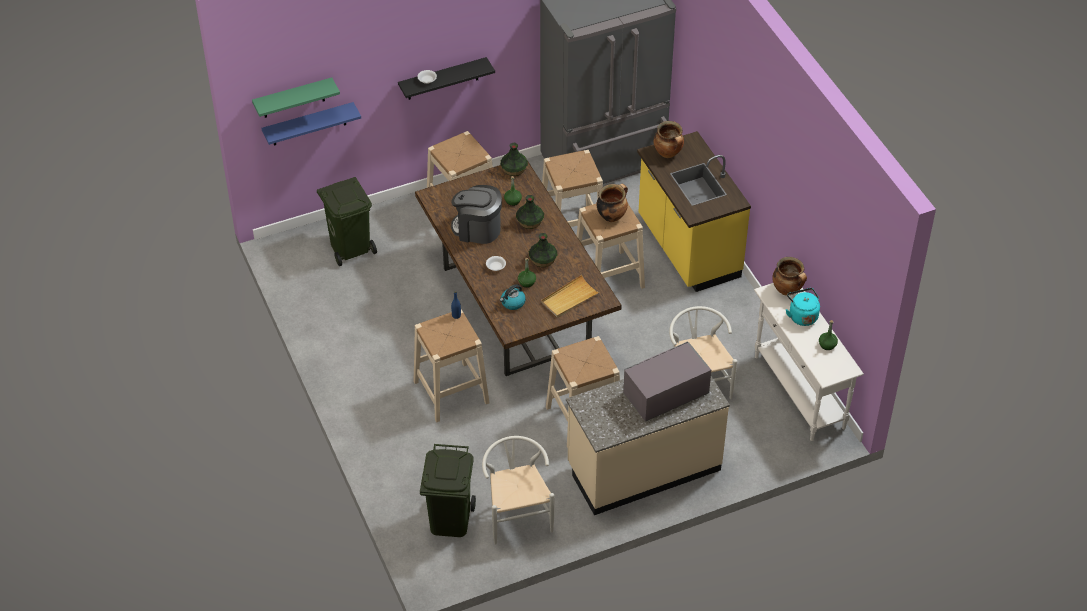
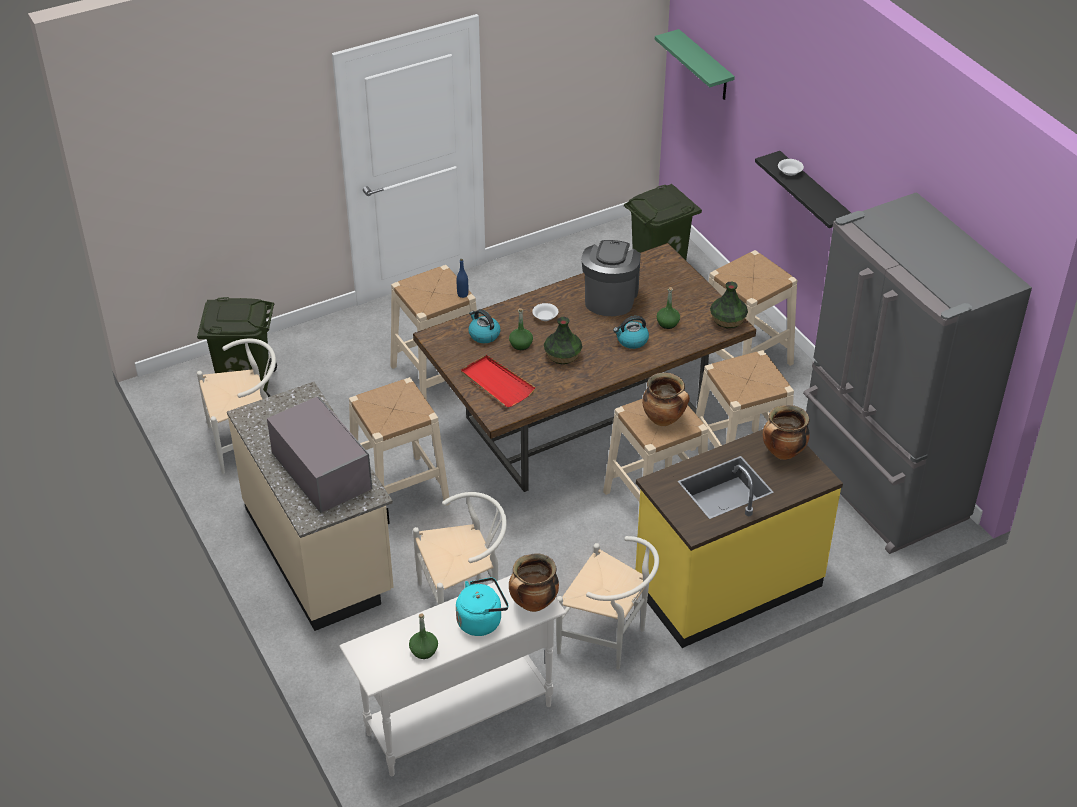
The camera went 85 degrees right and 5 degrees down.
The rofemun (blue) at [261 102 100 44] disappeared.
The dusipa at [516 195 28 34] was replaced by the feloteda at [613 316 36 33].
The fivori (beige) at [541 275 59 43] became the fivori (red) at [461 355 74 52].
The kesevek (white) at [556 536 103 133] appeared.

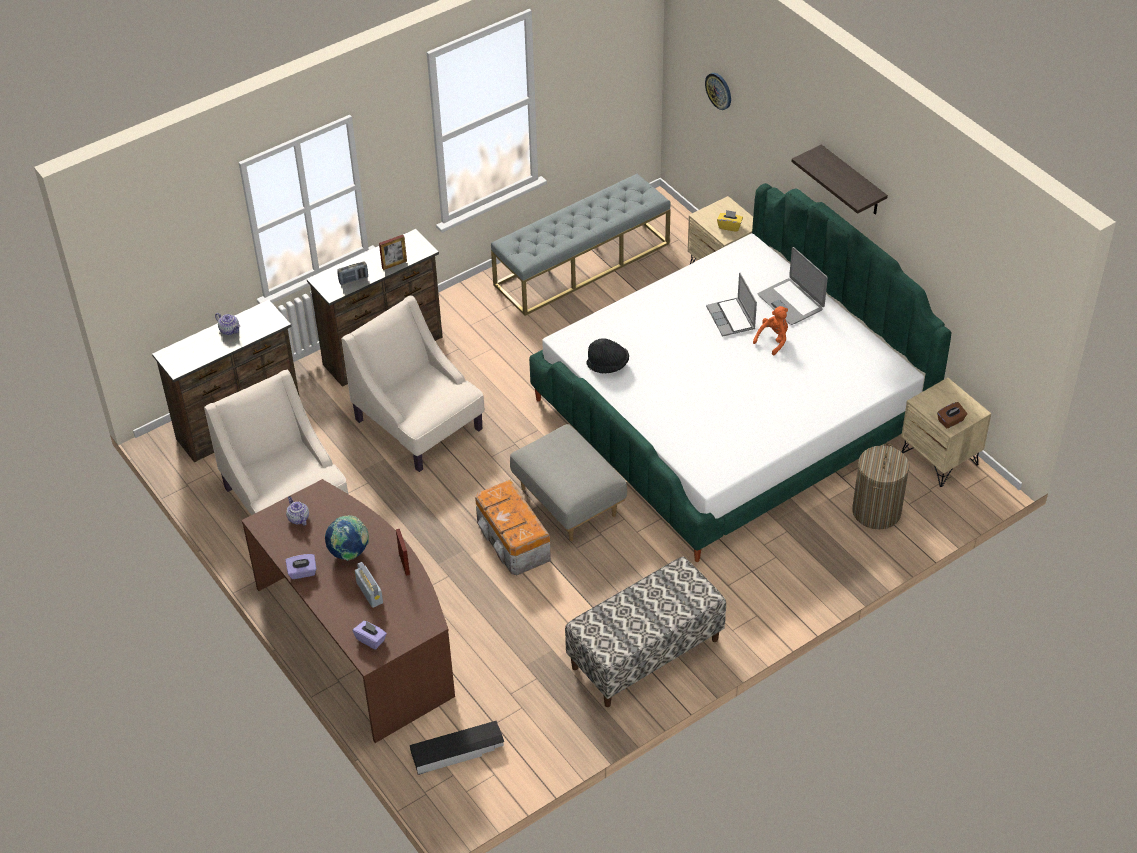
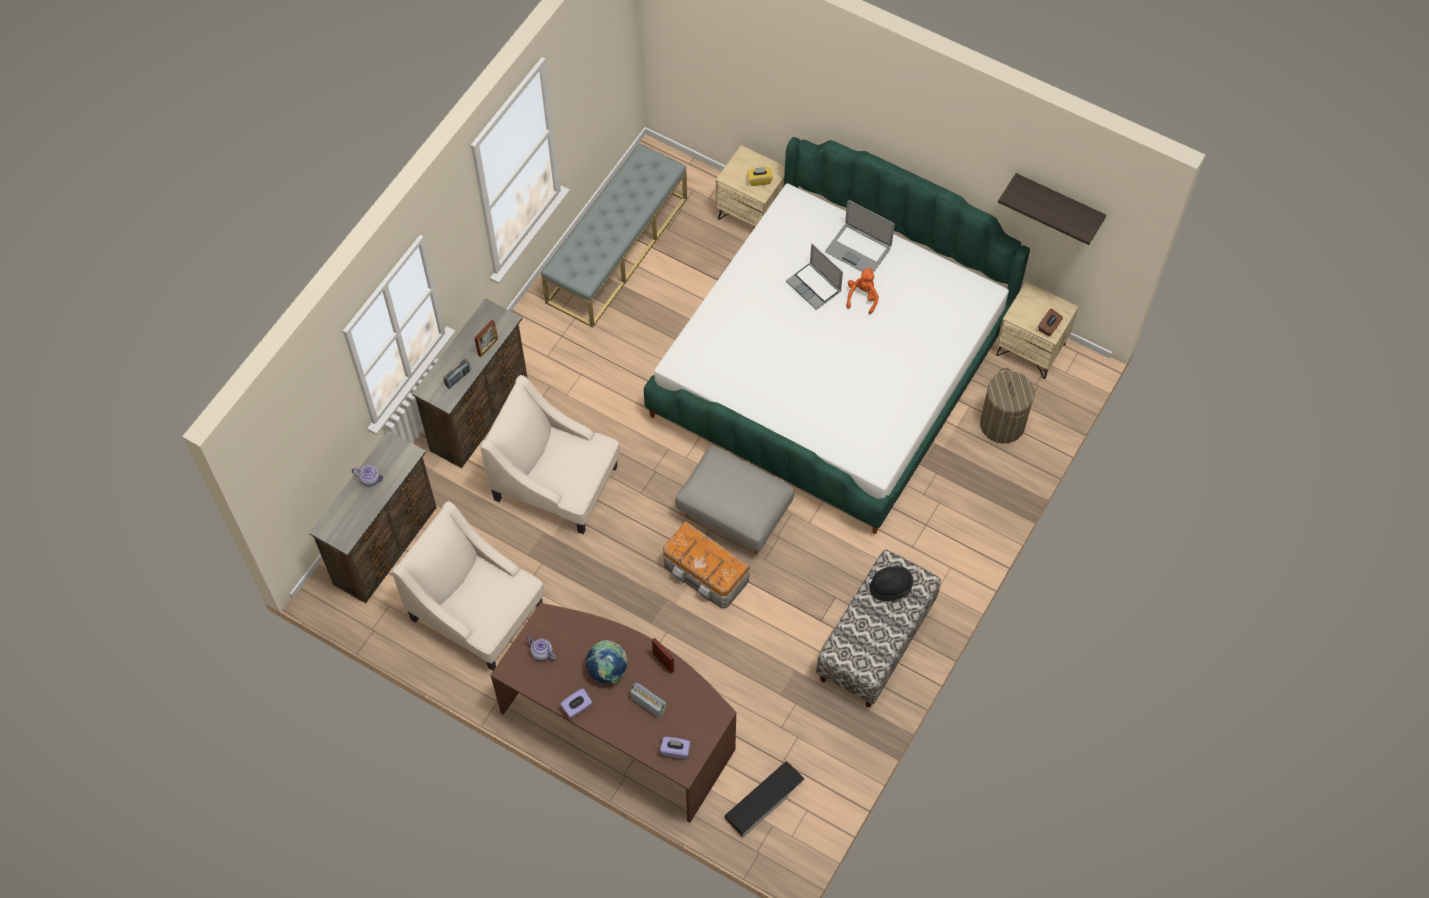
The camera went 25 degrees left and 15 degrees up.
The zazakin at [705 73 26 37] disappeared.
The rofemun moved from [792 144 96 71] to [998 173 108 72].
The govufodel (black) moved from [587 339 42 34] to [869 566 45 36].

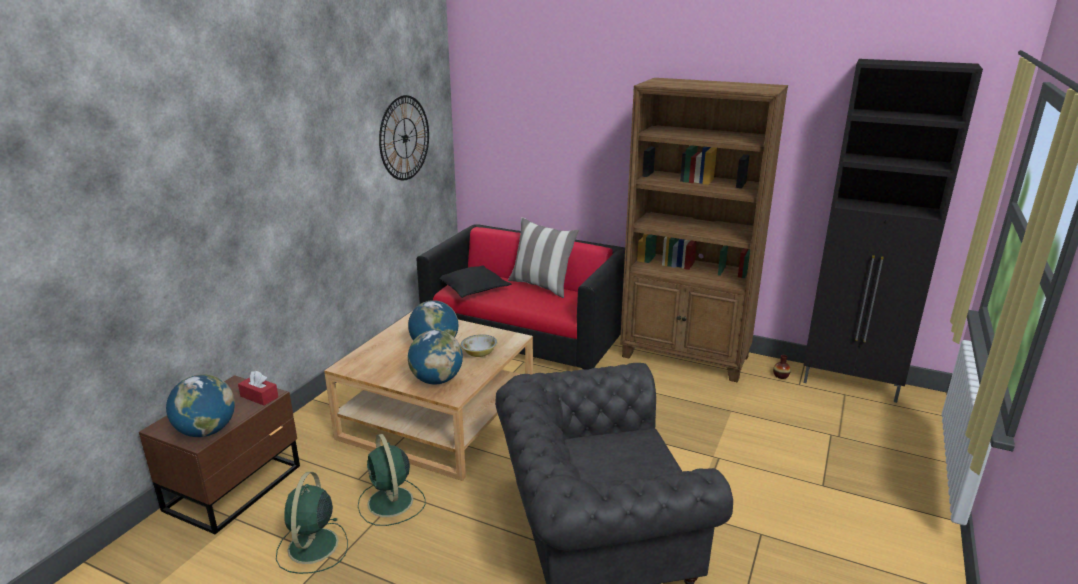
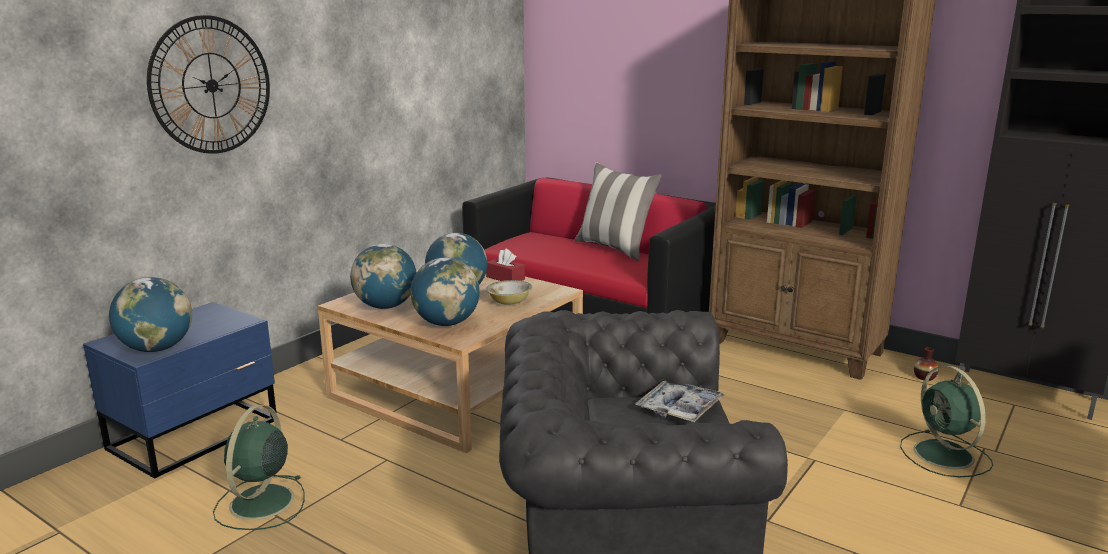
The camera went 10 degrees right and 5 degrees down.
The zazakin moved from [379 95 50 85] to [147 15 123 139].
The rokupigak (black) at [440 265 71 33] disappeared.
The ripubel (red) moved from [238 371 40 35] to [486 249 39 32].
The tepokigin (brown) at [139 375 161 159] became the tepokigin (blue) at [83 302 193 177].
The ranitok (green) moved from [358 434 68 92] to [900 366 93 112].
The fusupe at [350 244 66 65] appeared.
The fivori at [635 381 90 41] appeared.

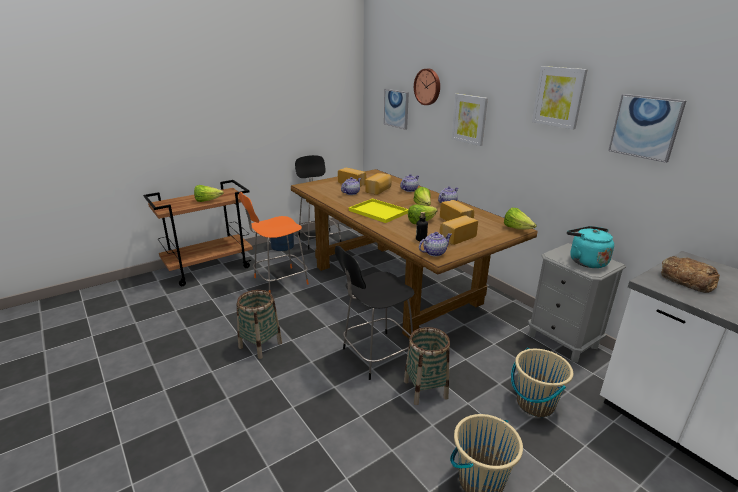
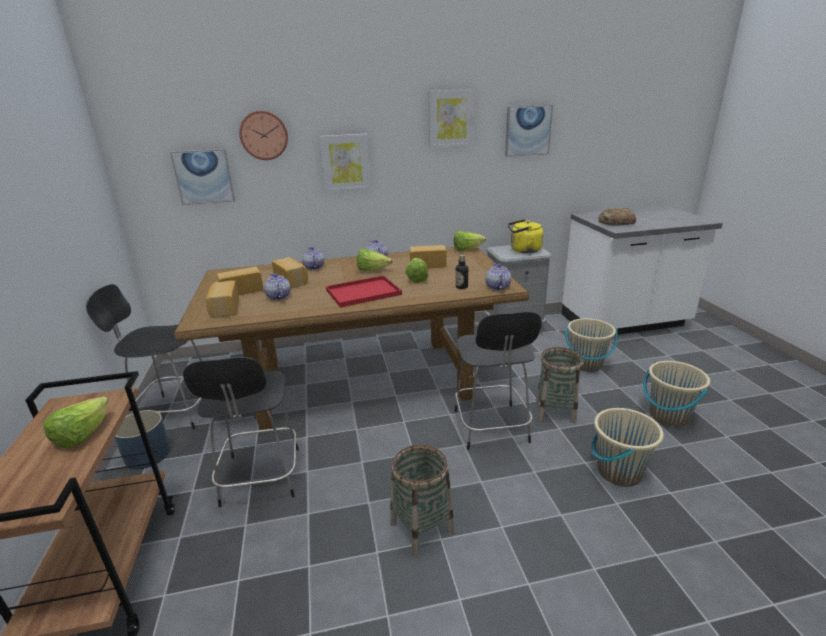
The camera went 65 degrees left and 0 degrees up.
The kesevek (orange) at [239 192 70 101] became the kesevek (black) at [183 357 116 151].
The fivori (yellow) at [349 198 60 25] became the fivori (red) at [326 275 76 33].
The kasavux moved from [440 216 38 29] to [206 281 33 37].
The feloteda (turquoise) at [567 226 47 42] became the feloteda (yellow) at [508 219 35 34].
The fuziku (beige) at [591 408 73 79] appeared.

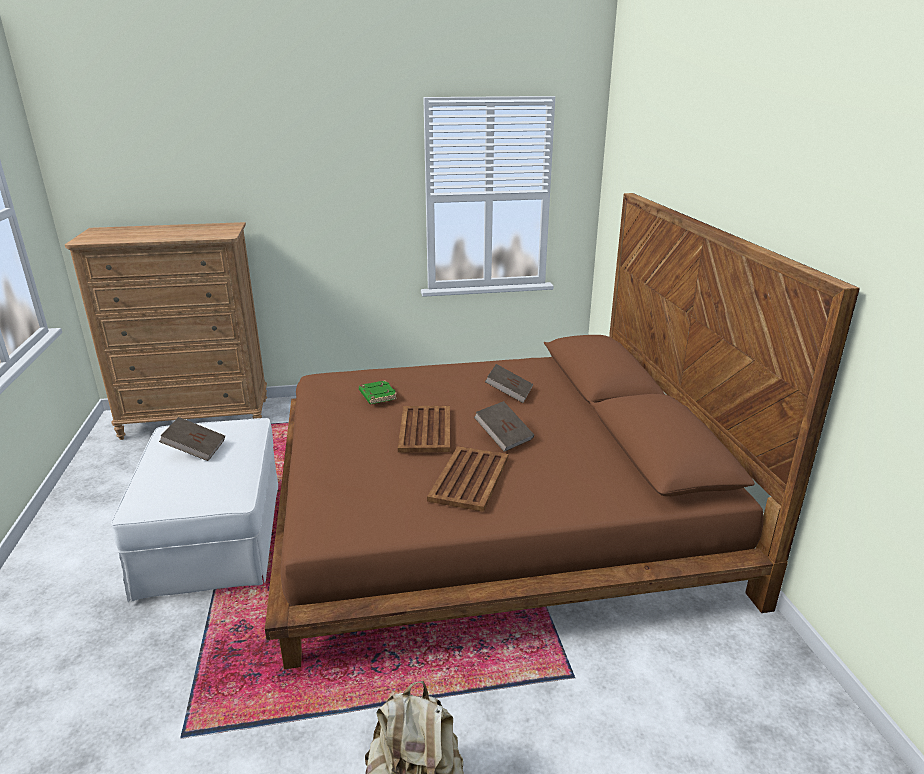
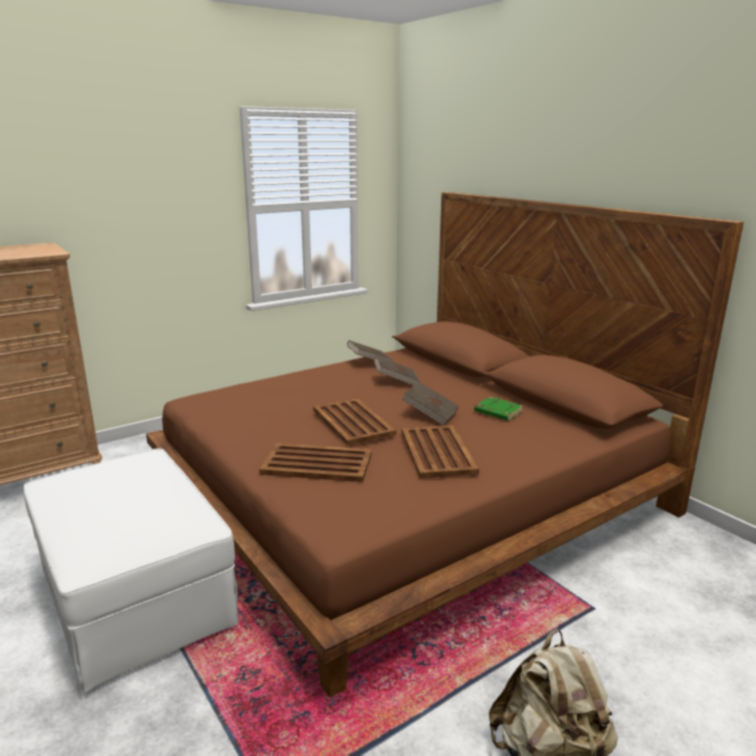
The camera went 25 degrees left and 5 degrees down.
The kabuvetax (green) moved from [359 380 38 24] to [474 397 49 24].
The kabuvetax (brown) moved from [159 417 66 44] to [347 340 46 21].
The fivori (brown) at [259 443 113 39] appeared.

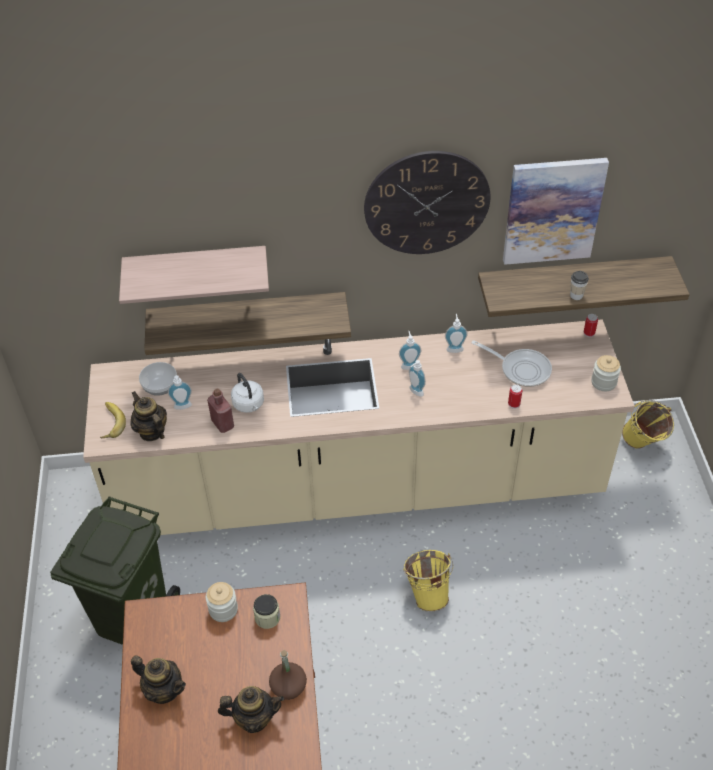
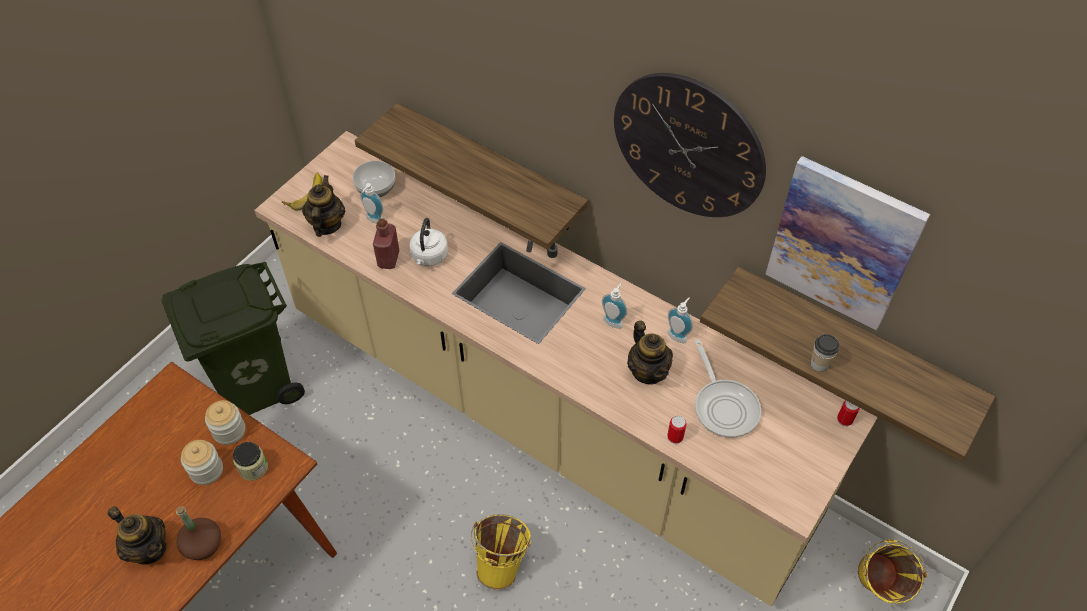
The camera went 40 degrees right and 5 degrees up.
The rofemun at [119 246 150 58] disappeared.
The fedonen moved from [591 355 30 36] to [181 440 42 45].
The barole at [409 360 17 37] disappeared.
The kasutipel moved from [131 655 55 49] to [627 321 46 64].

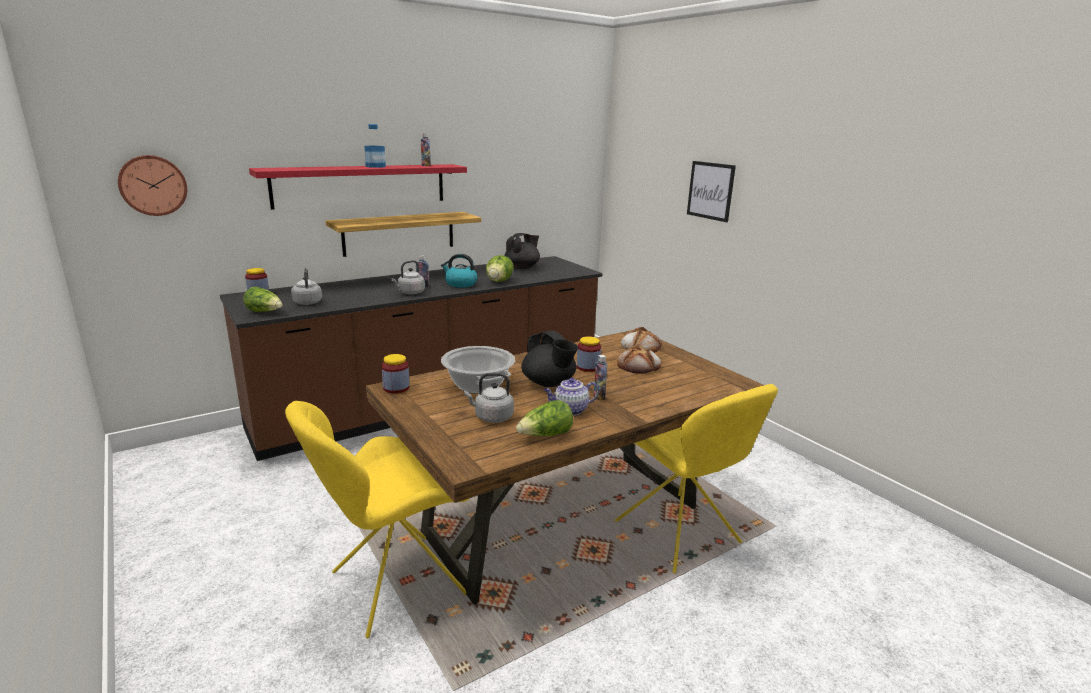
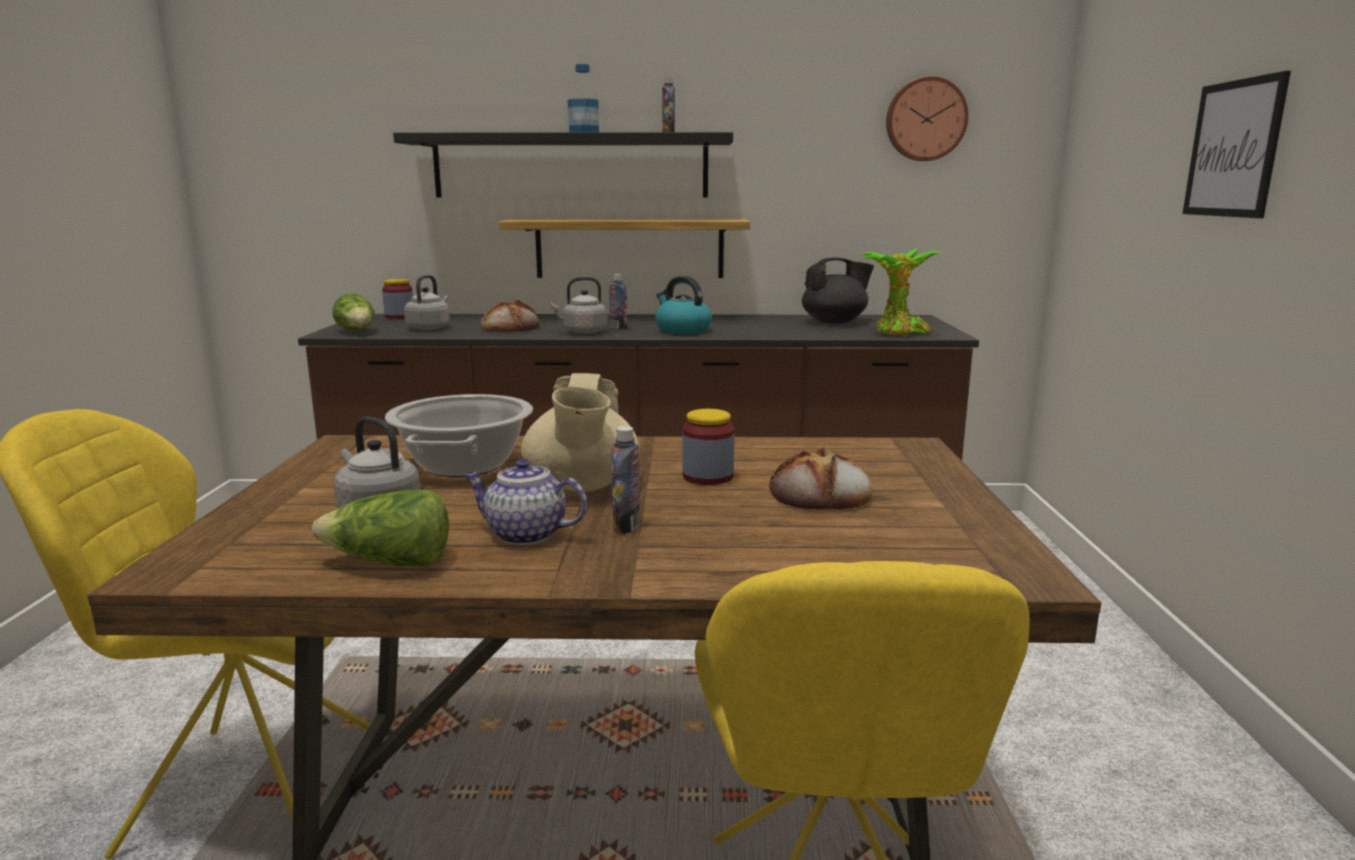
The camera went 35 degrees right and 5 degrees down.
The zazakin moved from [118 155 69 61] to [886 76 83 85].
The rofemun (red) at [249 164 218 46] became the rofemun (black) at [393 132 340 65].
The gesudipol at [486 255 28 27] disappeared.
The kasavux moved from [621 327 41 26] to [481 300 58 32].
The kasutipel (black) at [521 331 57 56] became the kasutipel (beige) at [521 373 118 119].
The fedonen at [382 354 27 39] disappeared.
The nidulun at [861 248 79 89] appeared.

